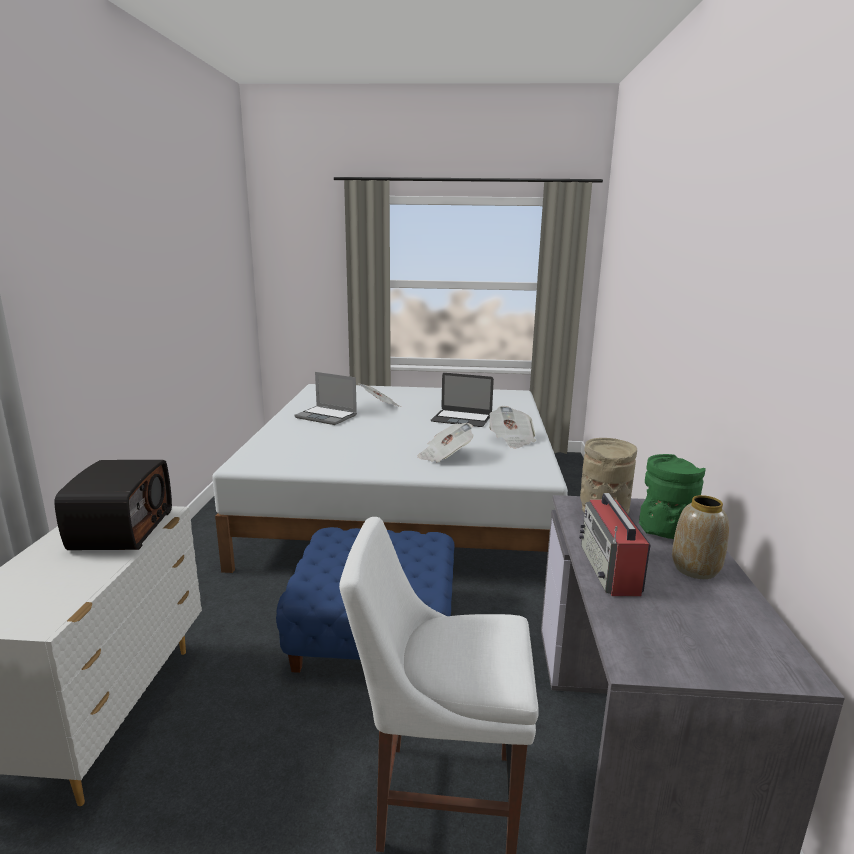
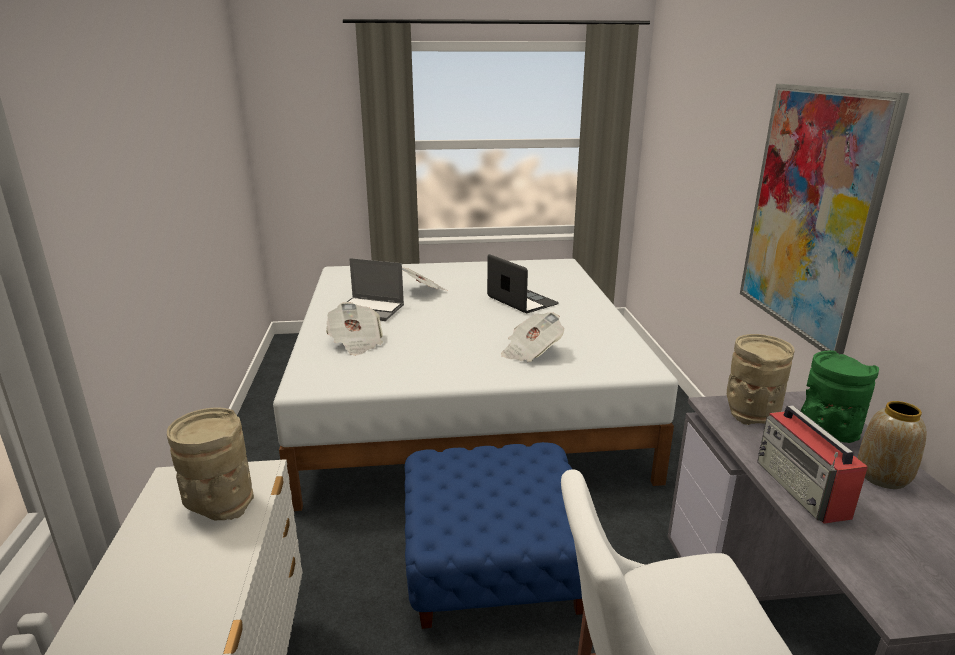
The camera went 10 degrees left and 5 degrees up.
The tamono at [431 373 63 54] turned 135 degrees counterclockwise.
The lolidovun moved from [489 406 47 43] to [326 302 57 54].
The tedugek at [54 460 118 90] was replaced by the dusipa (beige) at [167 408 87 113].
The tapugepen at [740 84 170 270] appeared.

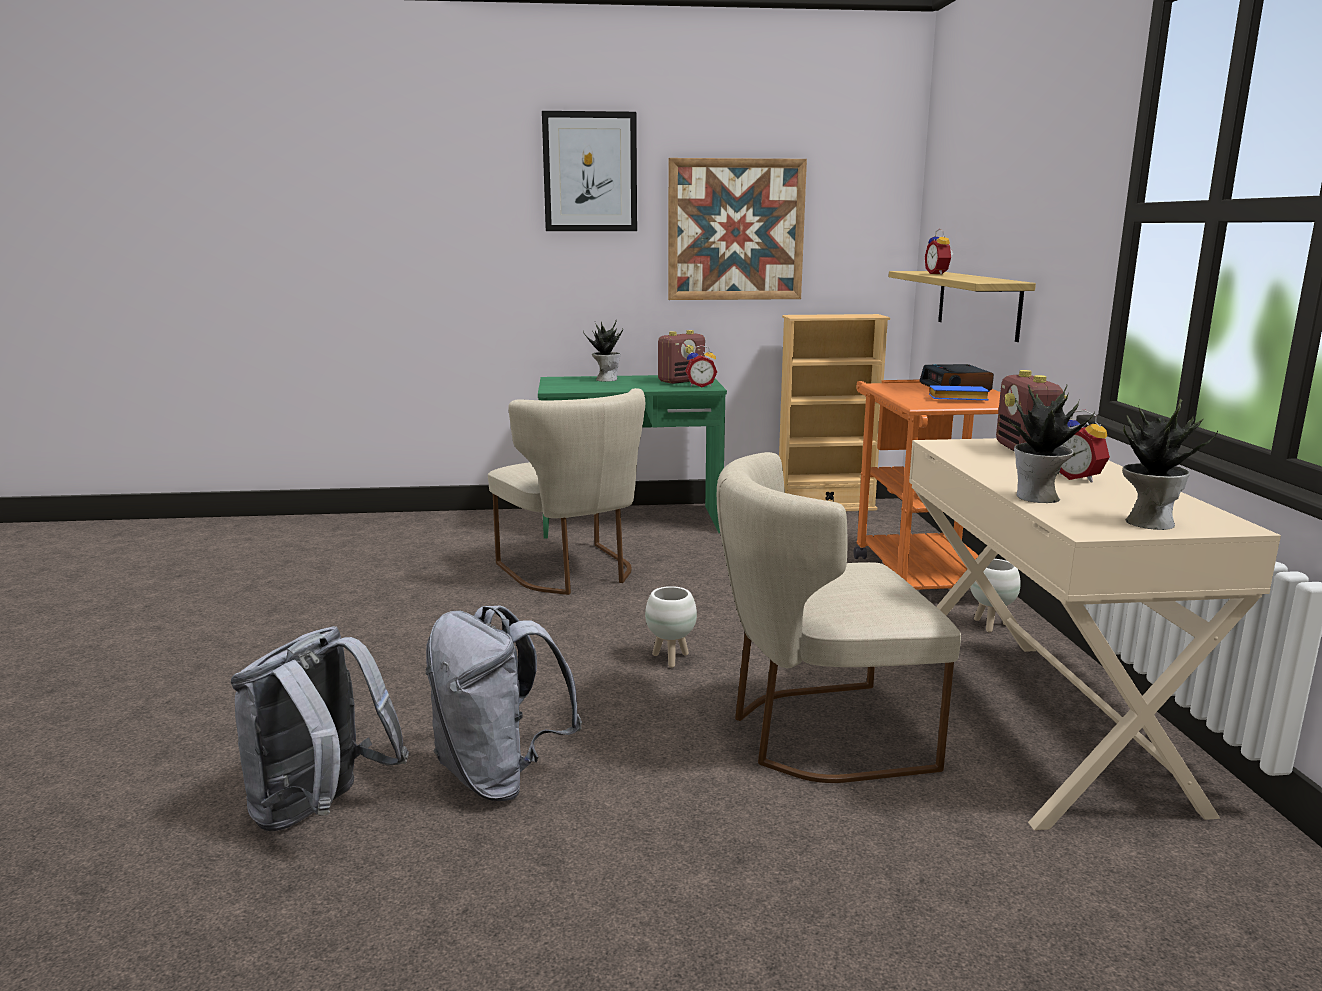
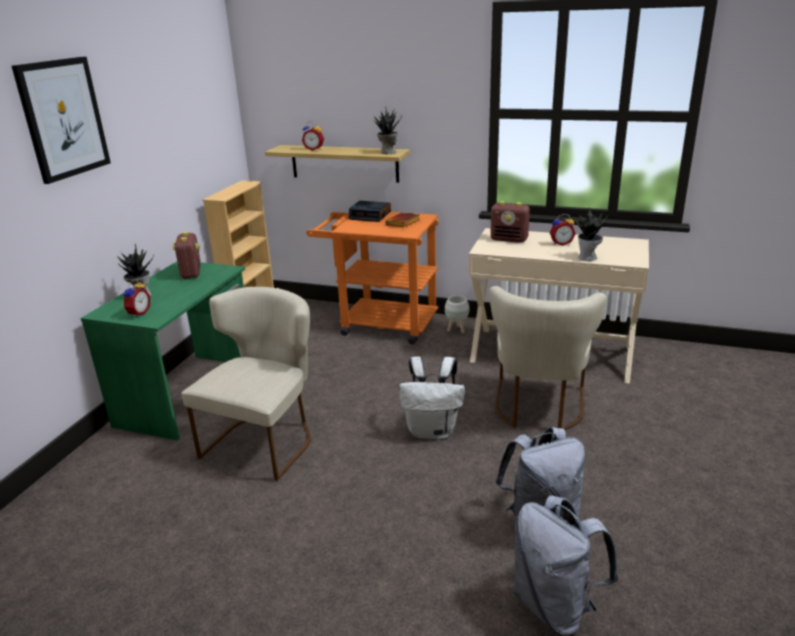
The camera went 65 degrees left and 10 degrees up.
The tapugepen at [668 158 139 142] disappeared.
The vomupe moved from [685 345 32 42] to [124 279 26 39].
The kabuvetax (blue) at [929 385 60 15] became the kabuvetax (brown) at [385 212 35 15].
The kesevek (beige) at [488 388 157 207] turned 60 degrees counterclockwise.
The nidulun moved from [1123 399 95 131] to [372 107 30 47].
The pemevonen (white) at [645 586 52 82] was replaced by the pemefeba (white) at [399 356 66 83].

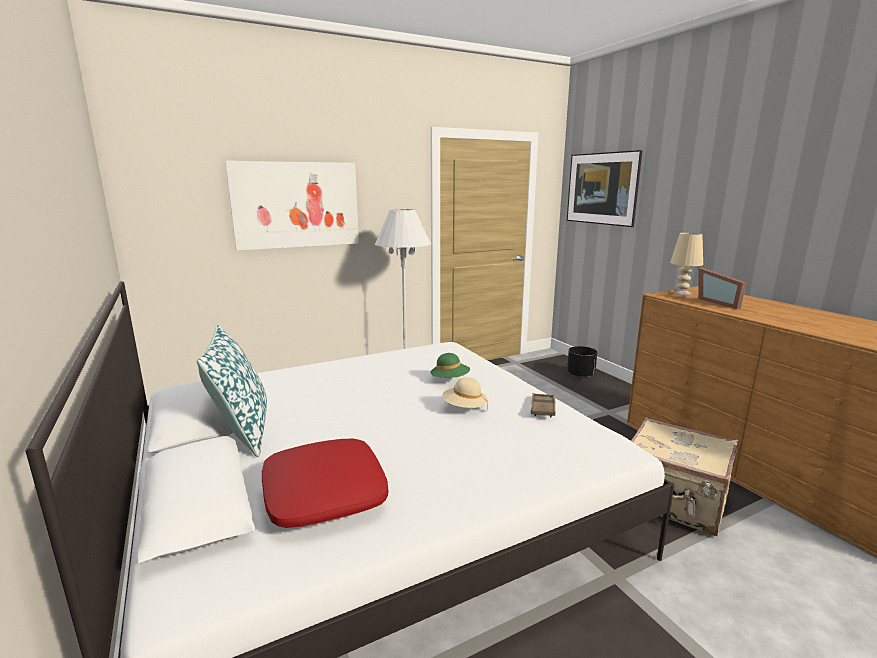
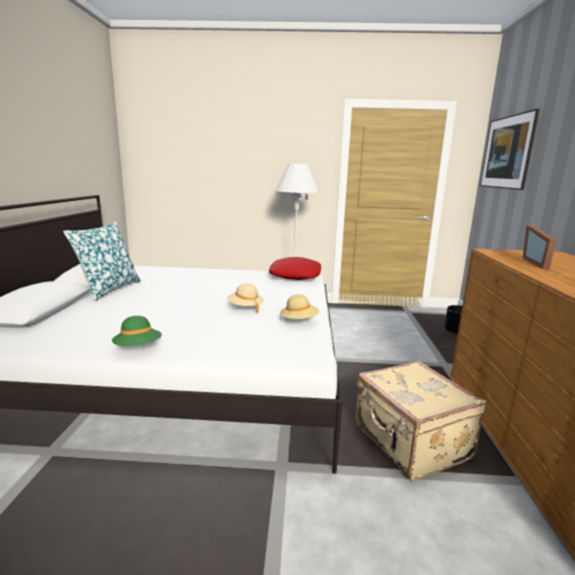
The camera went 30 degrees right and 0 degrees up.
The tapugepen at [225 161 134 90] disappeared.
The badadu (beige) at [670 233 33 62] disappeared.
The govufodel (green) moved from [430 353 40 25] to [112 316 50 30].
The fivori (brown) at [531 393 24 24] was replaced by the govufodel (beige) at [280 294 39 25].
The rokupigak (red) moved from [262 438 127 90] to [269 257 52 23].

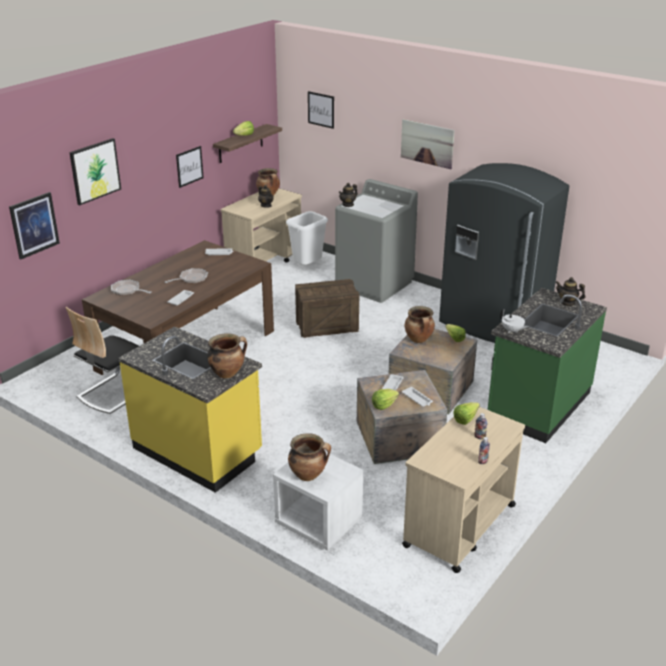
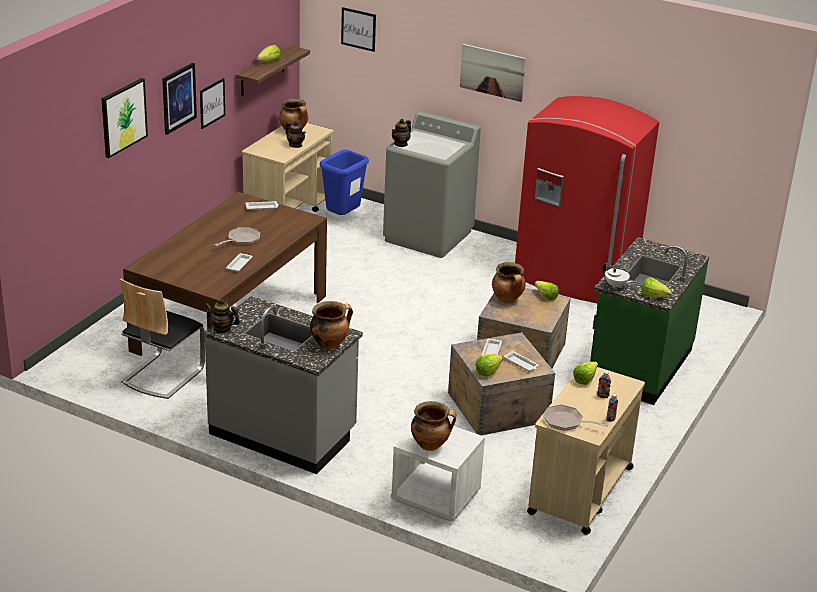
The camera went 10 degrees left and 0 degrees up.
The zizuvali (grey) at [439 163 130 180] became the zizuvali (red) at [515 96 144 208].
The tapugepen moved from [9 192 51 67] to [162 63 35 72].
The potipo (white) at [286 211 42 54] became the potipo (blue) at [320 150 49 65].
The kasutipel moved from [555 277 30 29] to [205 299 35 34].
The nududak at [295 279 65 59] disappeared.
The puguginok moved from [111 280 40 16] to [543 404 65 27].
The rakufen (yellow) at [118 326 144 167] became the rakufen (grey) at [203 296 160 178].
The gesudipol at [642 277 30 20] appeared.

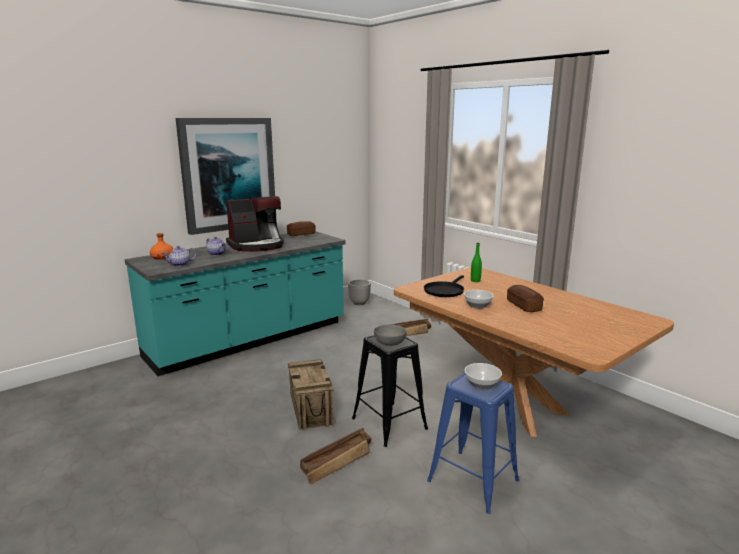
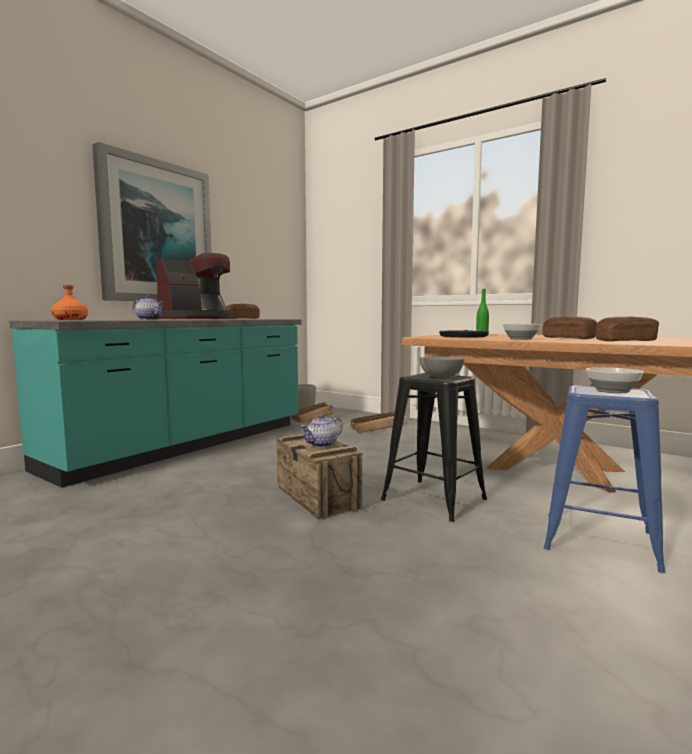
The camera went 15 degrees left and 10 degrees down.
The kasutipel moved from [162 246 34 20] to [300 414 43 34].
The nududak moved from [300 428 72 56] to [291 402 42 21].
The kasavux at [596 317 63 24] appeared.

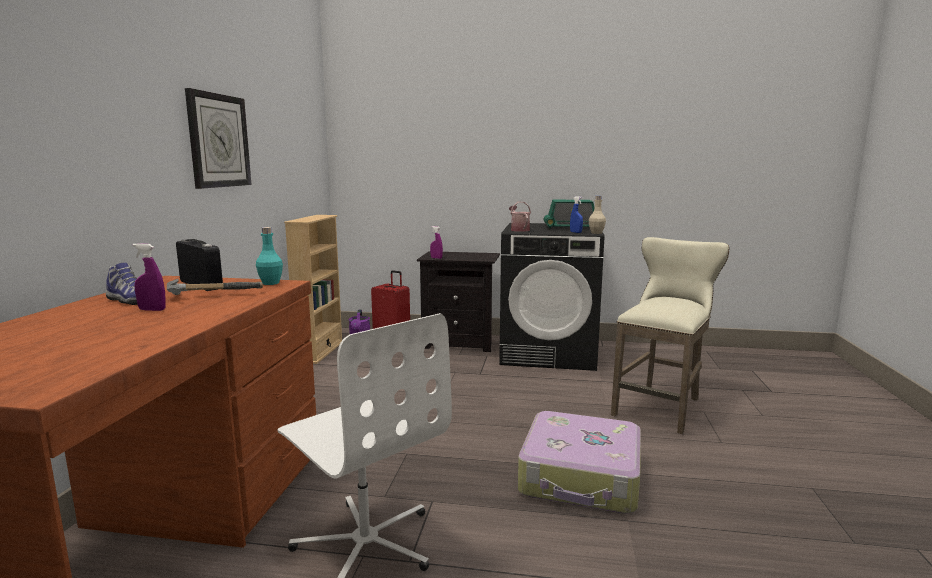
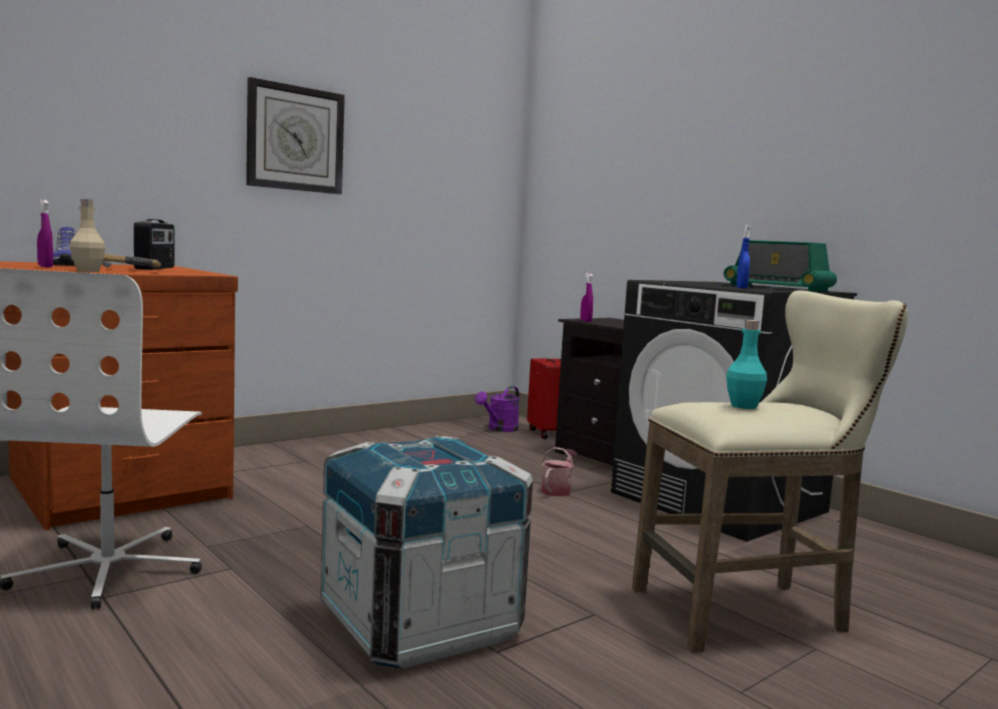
The camera went 40 degrees right and 5 degrees down.
The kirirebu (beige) moved from [589 196 17 38] to [70 199 36 73].
The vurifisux moved from [509 202 22 30] to [541 447 36 49].
The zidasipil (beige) at [284 215 58 149] disappeared.
The kirirebu (turquoise) moved from [256 227 27 58] to [726 320 41 89].
The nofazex at [518 411 123 103] was replaced by the nududak at [320 436 213 233].

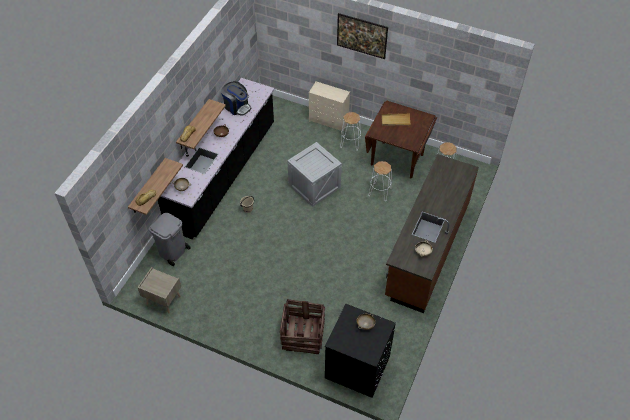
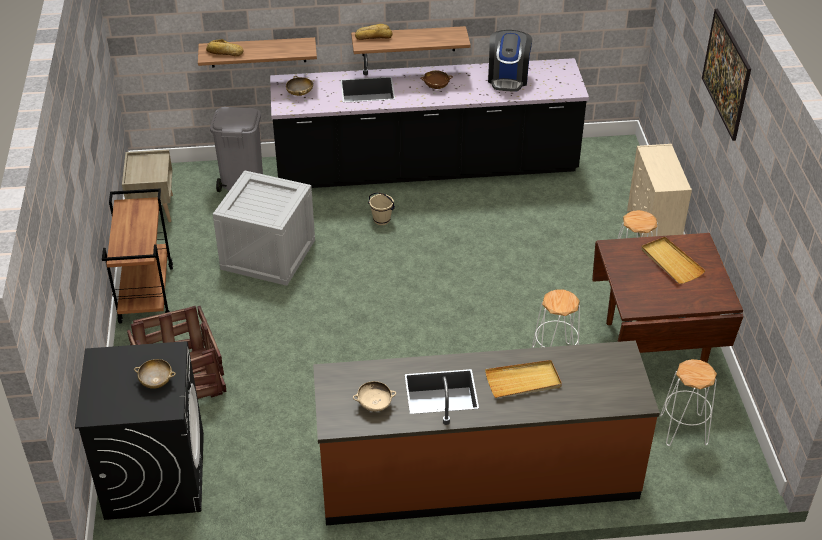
The camera went 60 degrees right and 10 degrees down.
The nududak moved from [287 142 55 65] to [213 170 102 116].
The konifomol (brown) at [102 188 71 136] appeared.
The fivori (beige) at [485 360 77 38] appeared.

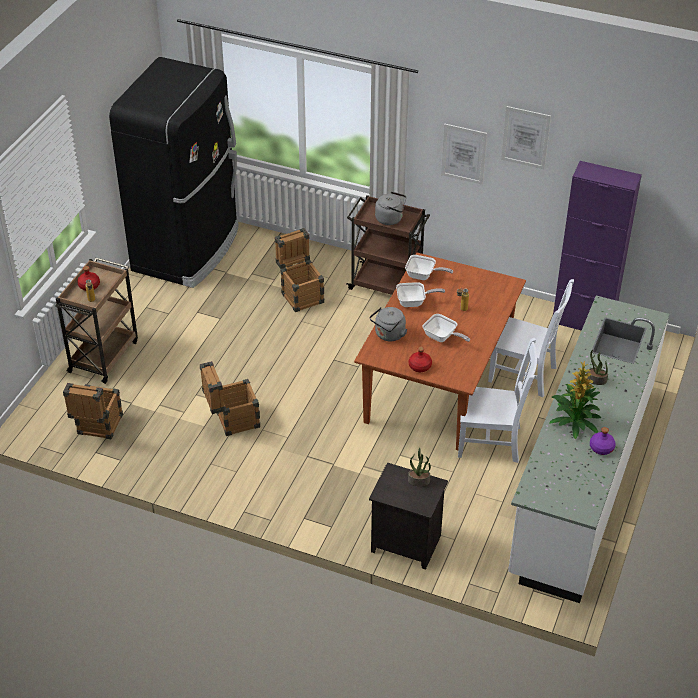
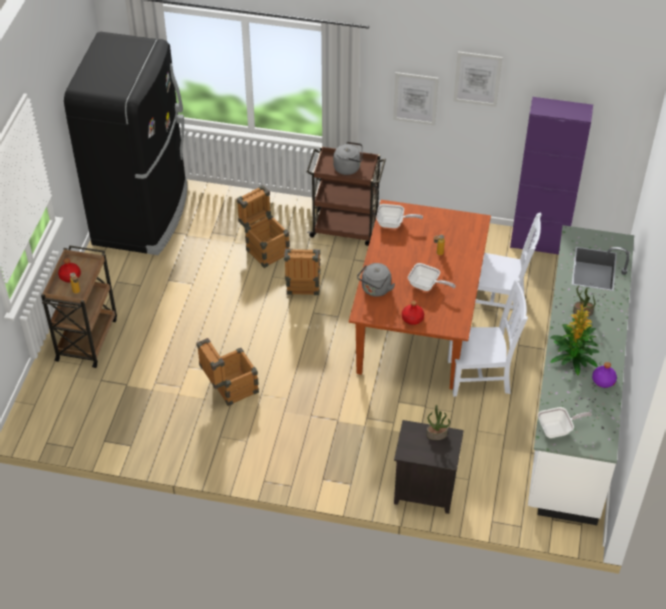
The camera went 10 degrees left and 5 degrees up.
The puguginok moved from [396 282 49 25] to [538 407 54 31].
The nududak moved from [63 383 60 56] to [284 249 37 46].

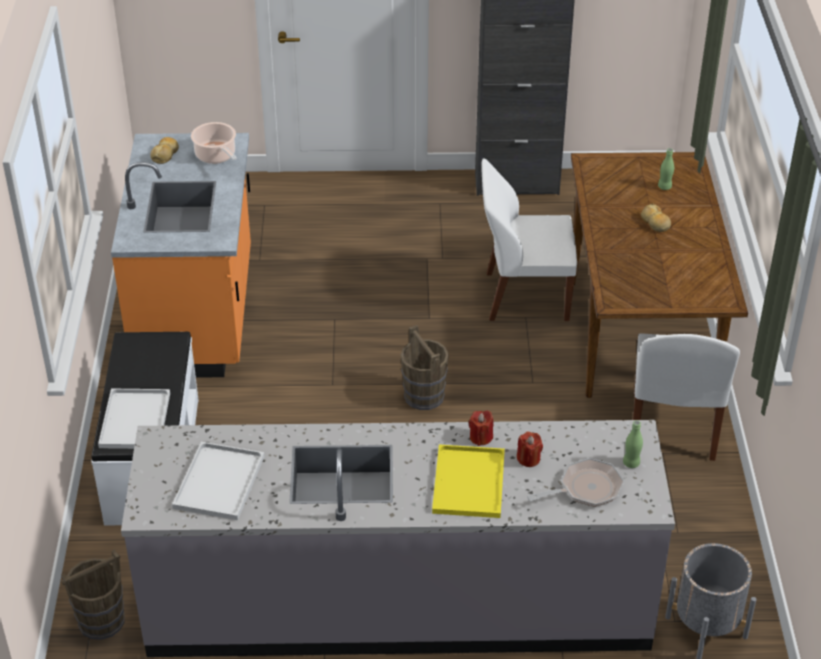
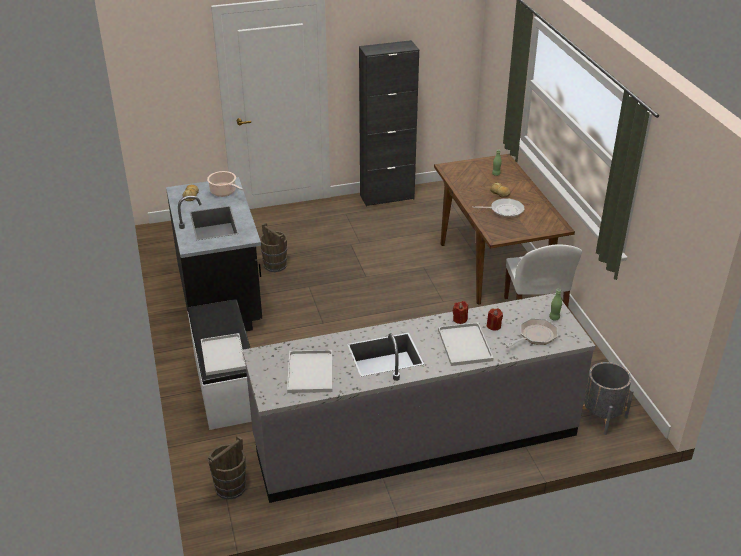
The camera went 15 degrees left and 5 degrees down.
The rakufen (orange) at [111 133 140 245] became the rakufen (black) at [166 177 96 154].
The kesevek (white) at [482 159 95 162] disappeared.
The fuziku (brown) moved from [400 325 49 85] to [260 223 27 49].
The fivori (yellow) at [432 445 73 73] became the fivori (white) at [438 322 55 44].
The puguginok at [473 198 51 20] appeared.

